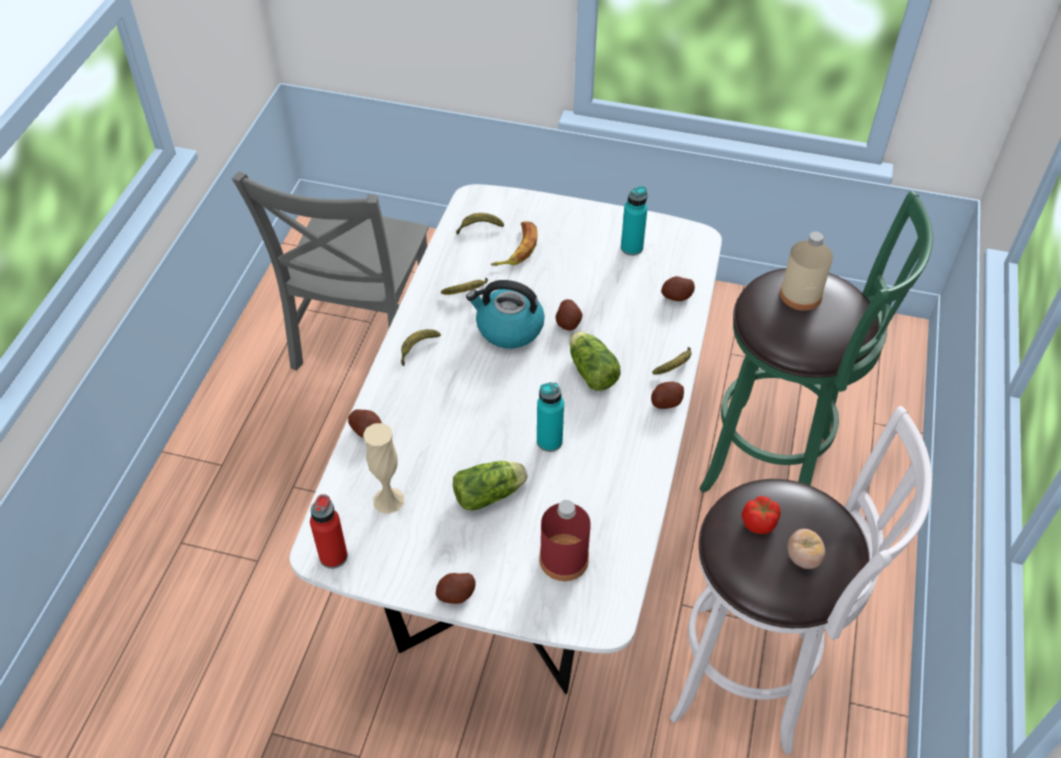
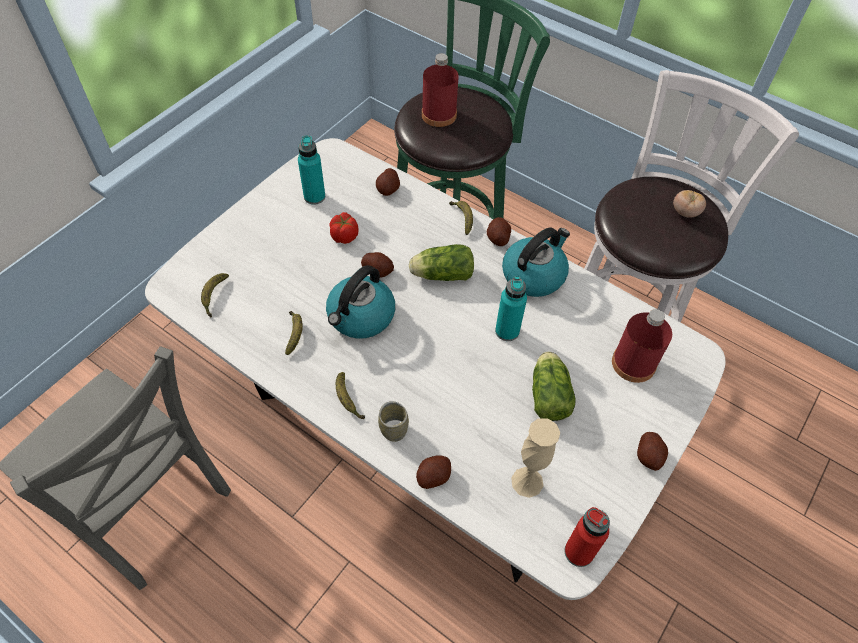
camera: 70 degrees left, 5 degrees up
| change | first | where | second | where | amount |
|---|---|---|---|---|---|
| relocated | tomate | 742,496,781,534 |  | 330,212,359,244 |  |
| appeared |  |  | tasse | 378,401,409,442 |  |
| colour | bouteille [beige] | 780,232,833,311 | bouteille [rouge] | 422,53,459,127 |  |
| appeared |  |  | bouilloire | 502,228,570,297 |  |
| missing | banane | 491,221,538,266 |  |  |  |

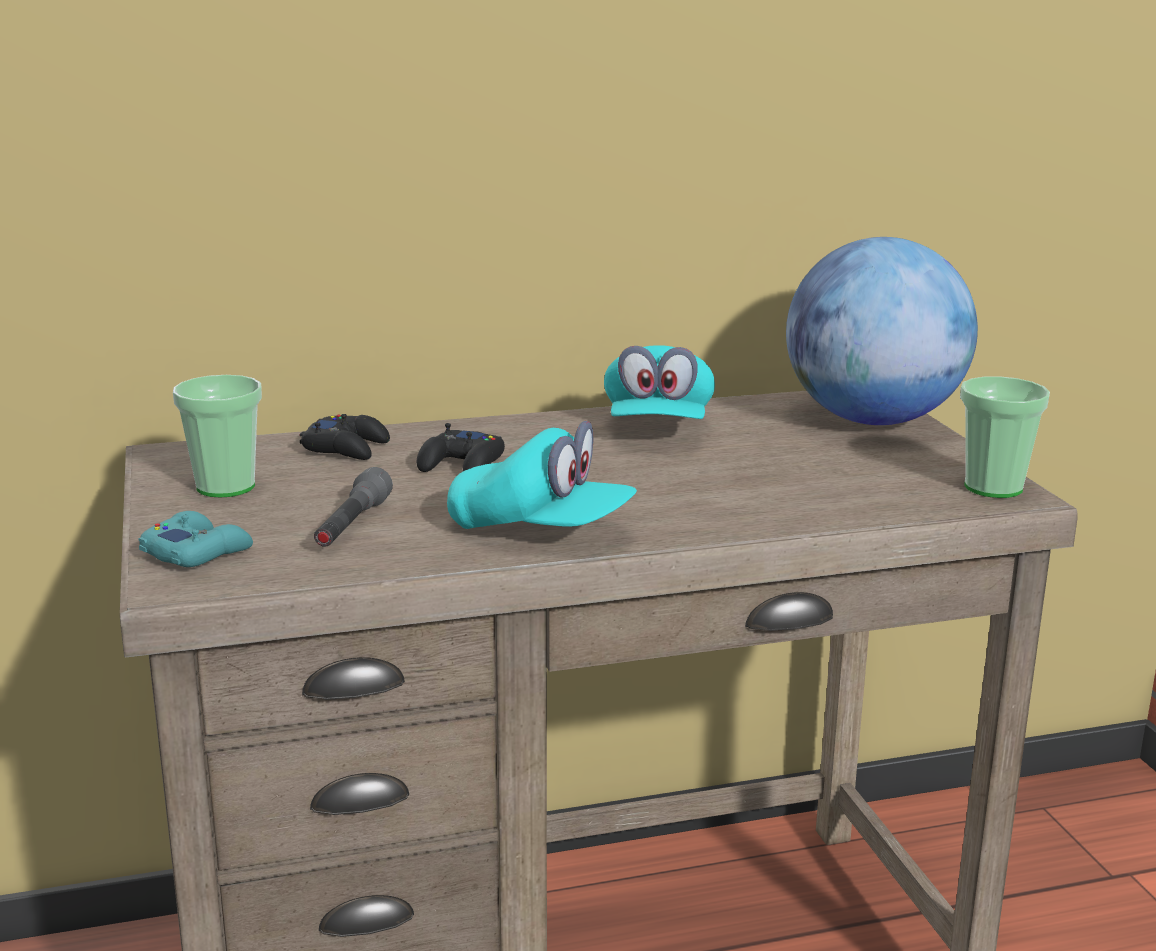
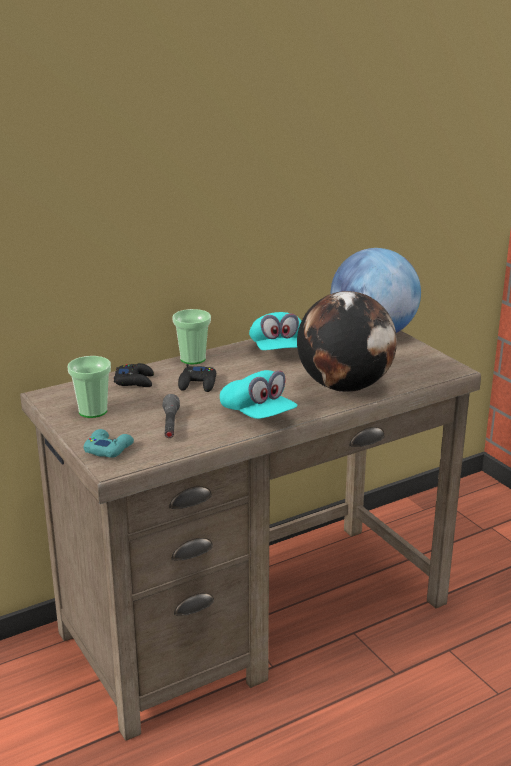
camera: 15 degrees left, 5 degrees up
| change | first | where | second | where | amount |
|---|---|---|---|---|---|
| relocated | tasse | 960,377,1050,498 |  | 172,309,211,364 |  |
| spun | casquette [turquoise] | 447,421,637,529 |  | 220,370,297,419 | 45 degrees clockwise |
| appeared |  |  | globe | 297,291,397,392 |  |

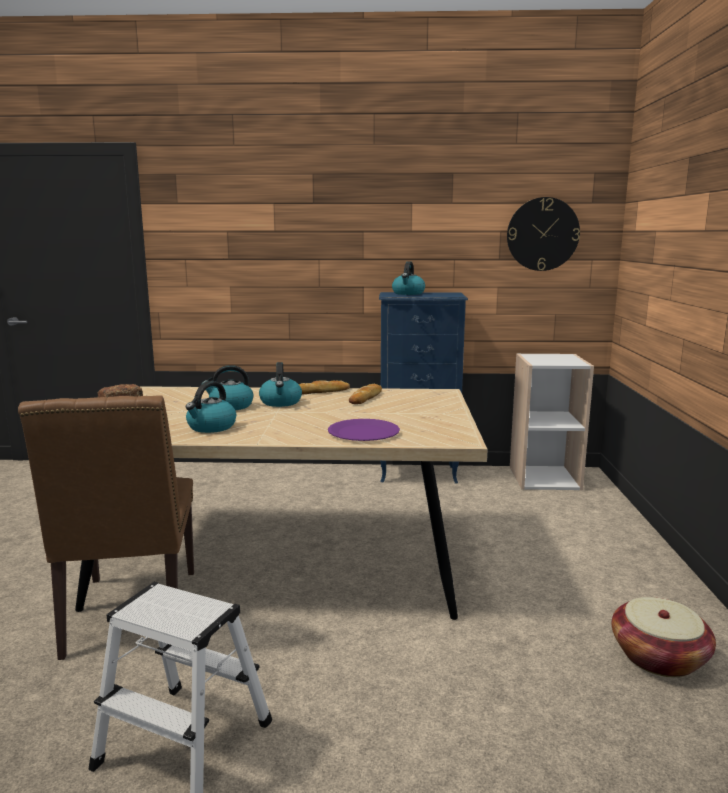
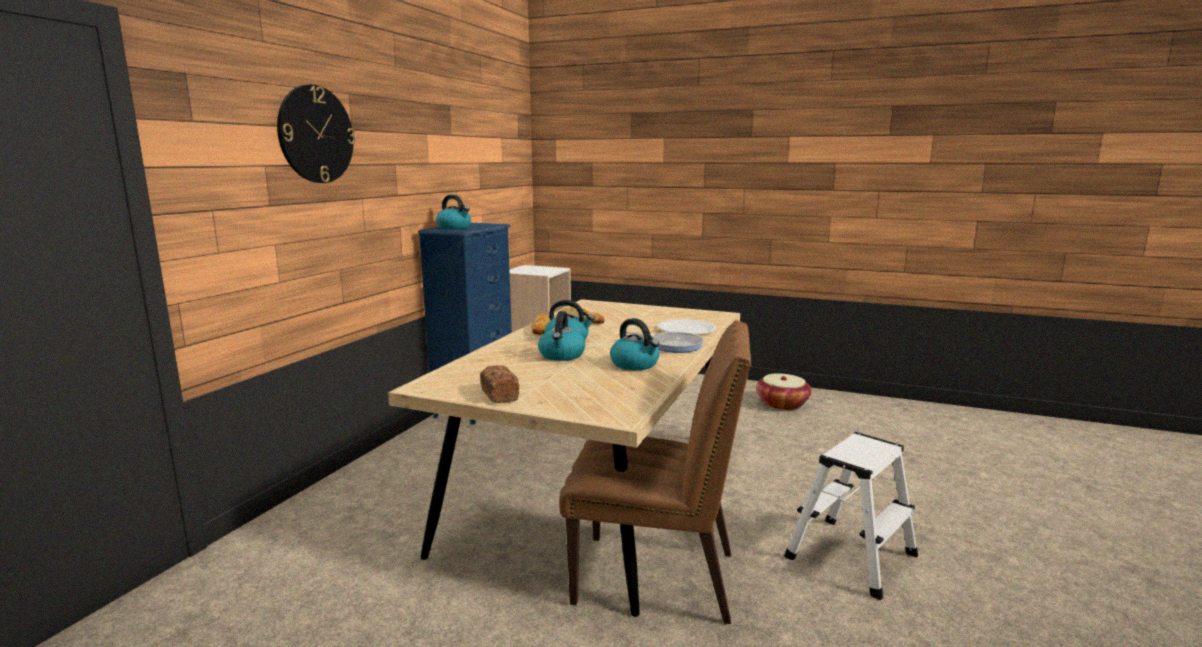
camera: 70 degrees left, 0 degrees up
| change | first | where | second | where | amount |
|---|---|---|---|---|---|
| relocated | horloge murale | 507,197,580,271 |  | 277,85,355,183 |  |
| appeared |  |  | poêle | 626,331,704,353 |  |
| colour | assiette [violet] | 328,419,400,441 | assiette [blanc] | 658,319,716,335 |  |

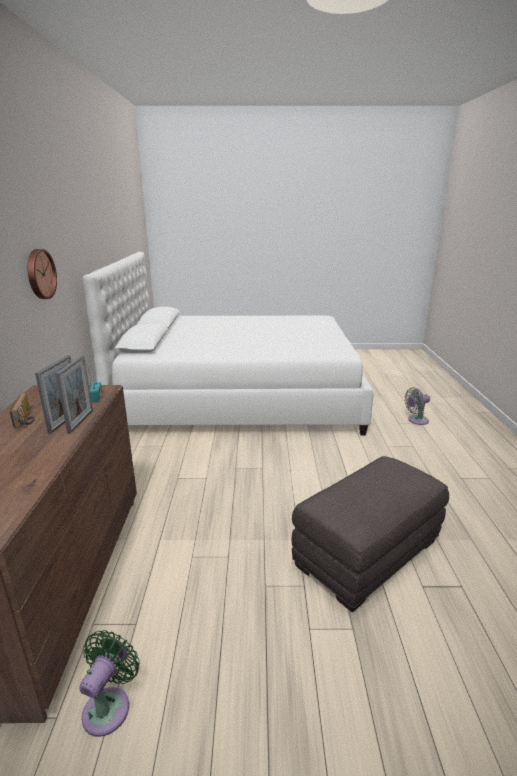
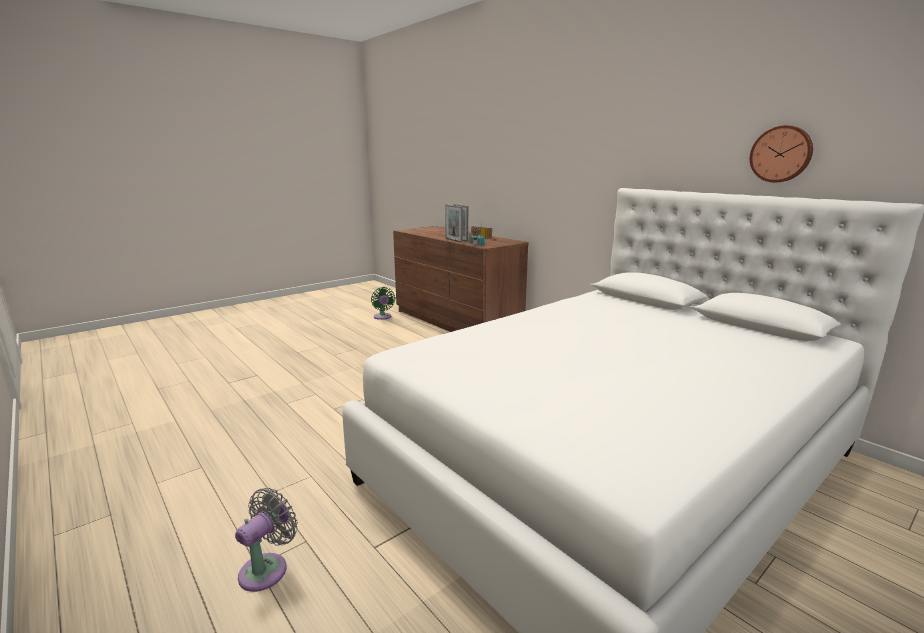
camera: 140 degrees right, 5 degrees down
| change | first | where | second | where | amount |
|---|---|---|---|---|---|
| relocated | horloge murale | 28,249,57,299 |  | 750,125,813,182 |  |
| missing | pouf [gris] | 291,456,449,612 |  |  |  |

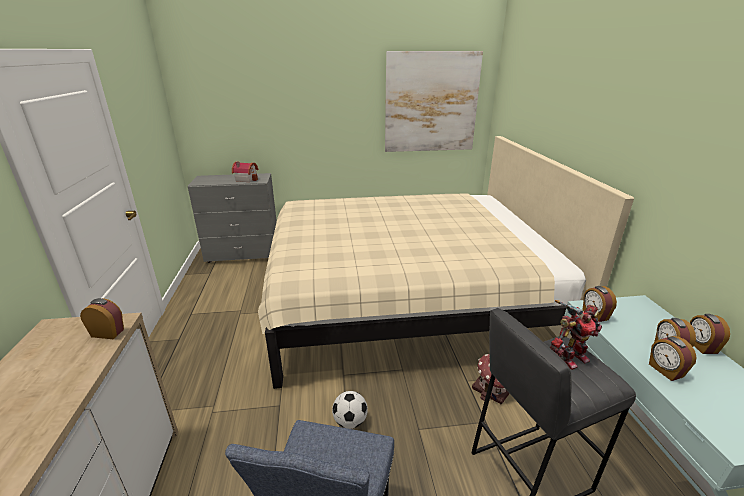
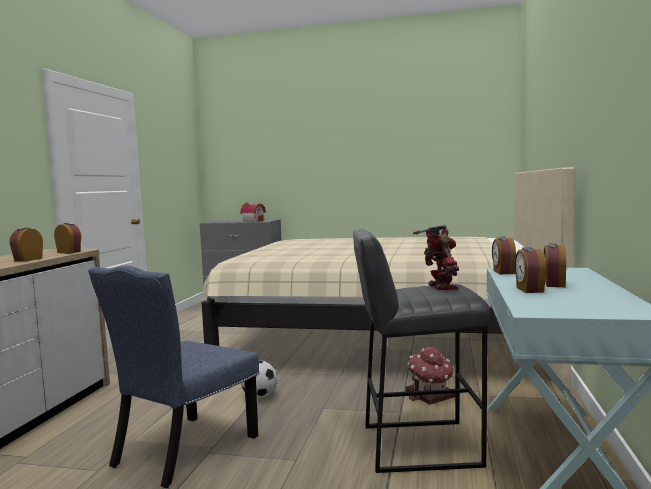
camera: 20 degrees right, 20 degrees down
| change | first | where | second | where | amount |
|---|---|---|---|---|---|
| relocated | réveil | 690,314,730,354 |  | 9,227,43,262 |  |
| spun | robot jouet | 550,300,602,370 |  | 413,224,459,290 | 90 degrees counterclockwise |
| missing | tableau | 385,51,483,152 |  |  |  |

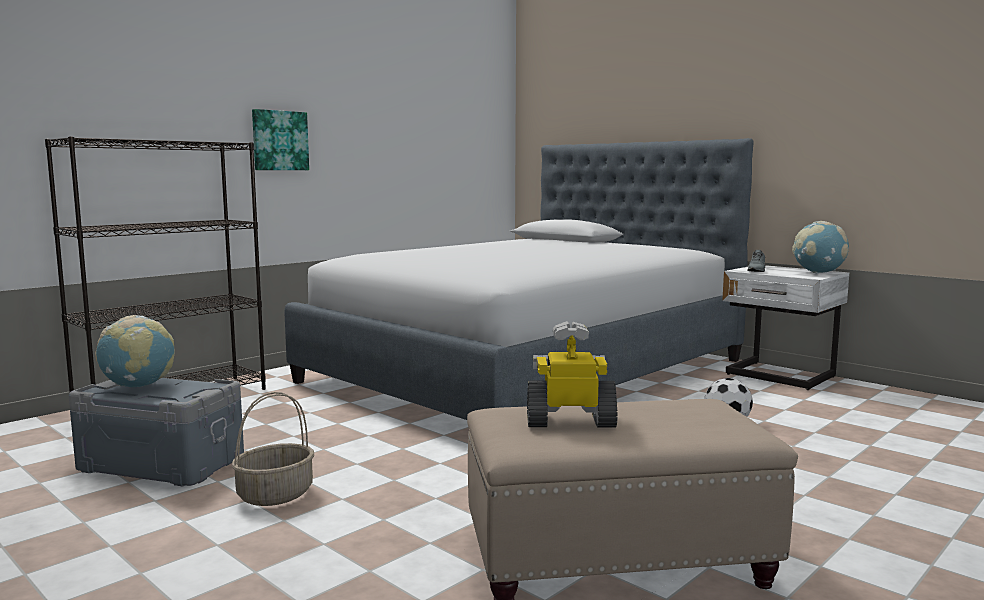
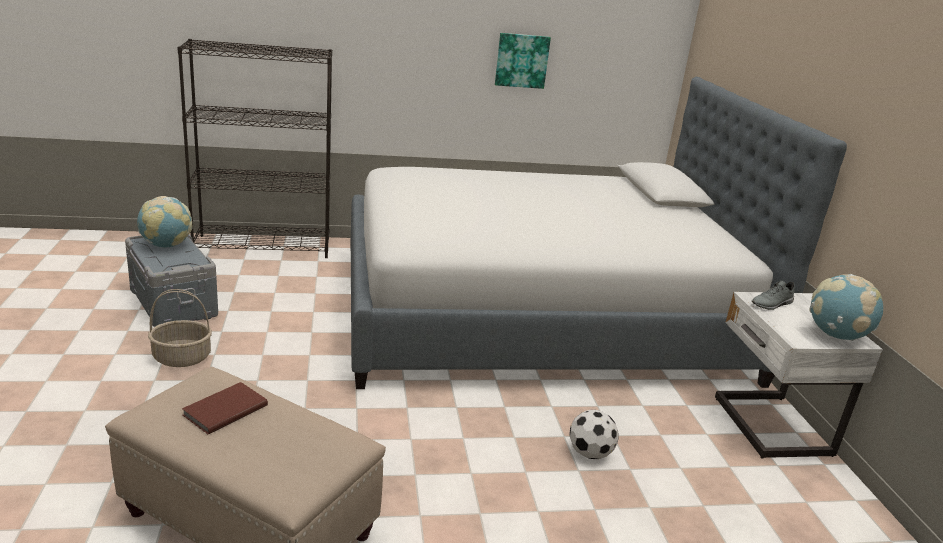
camera: 35 degrees right, 15 degrees up
| change | first | where | second | where | amount |
|---|---|---|---|---|---|
| exchanged | robot jouet | 527,321,618,428 | livre [marron] | 182,382,268,435 |  |
| relocated | tableau | 252,109,309,170 |  | 495,33,551,89 |  |

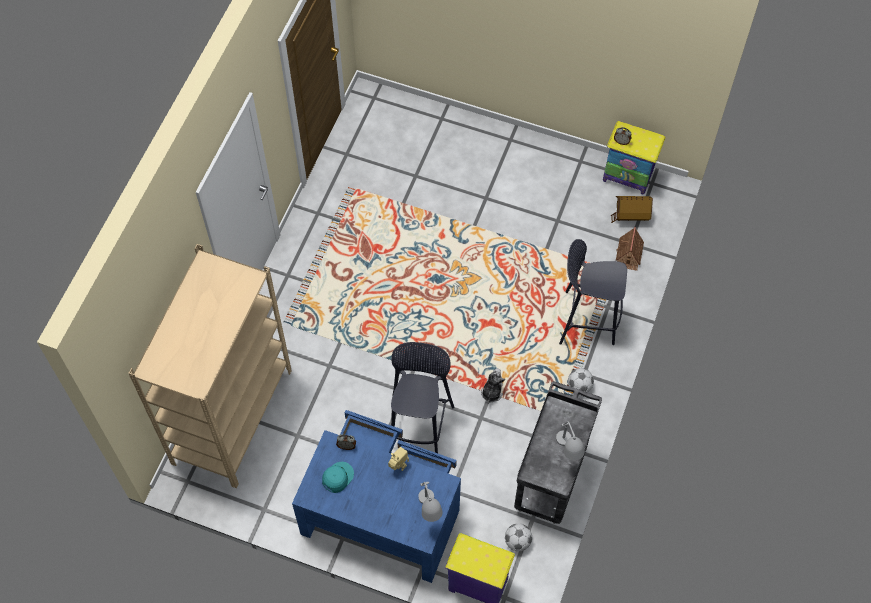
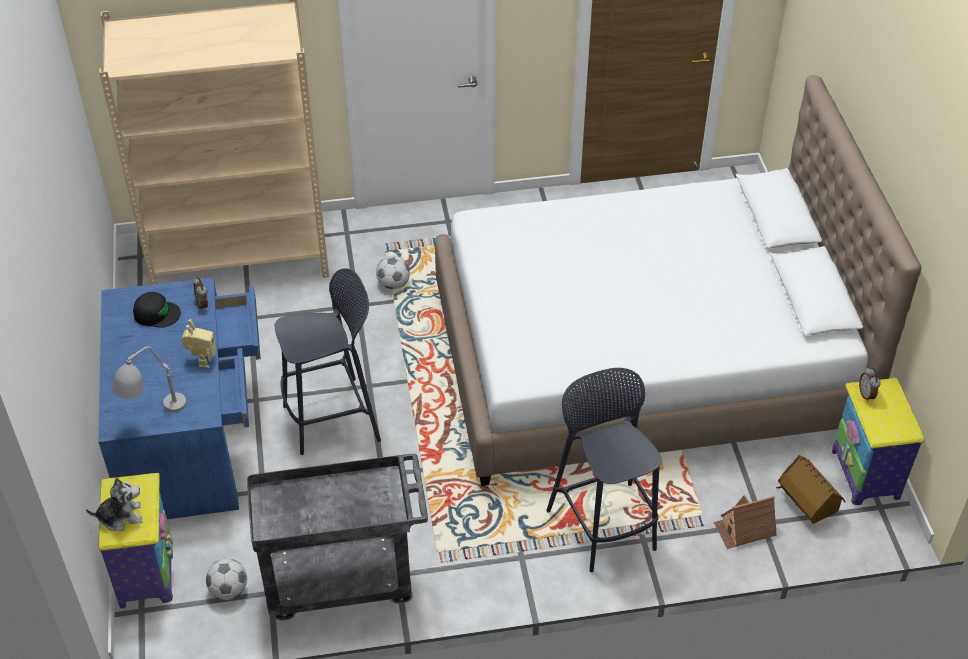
camera: 60 degrees right, 15 degrees down
| change | first | where | second | where | amount |
|---|---|---|---|---|---|
| relocated | peluche | 481,368,505,404 |  | 86,478,143,531 |  |
| colour | casquette [turquoise] | 322,462,354,493 | casquette [noir] | 133,292,181,328 |  |
| relocated | ballon de foot | 568,368,594,392 |  | 376,255,410,289 |  |
| appeared |  |  | lit [blanc] | 435,75,922,486 |  |
| missing | lampe de table [gris] | 556,421,585,460 |  |  |  |

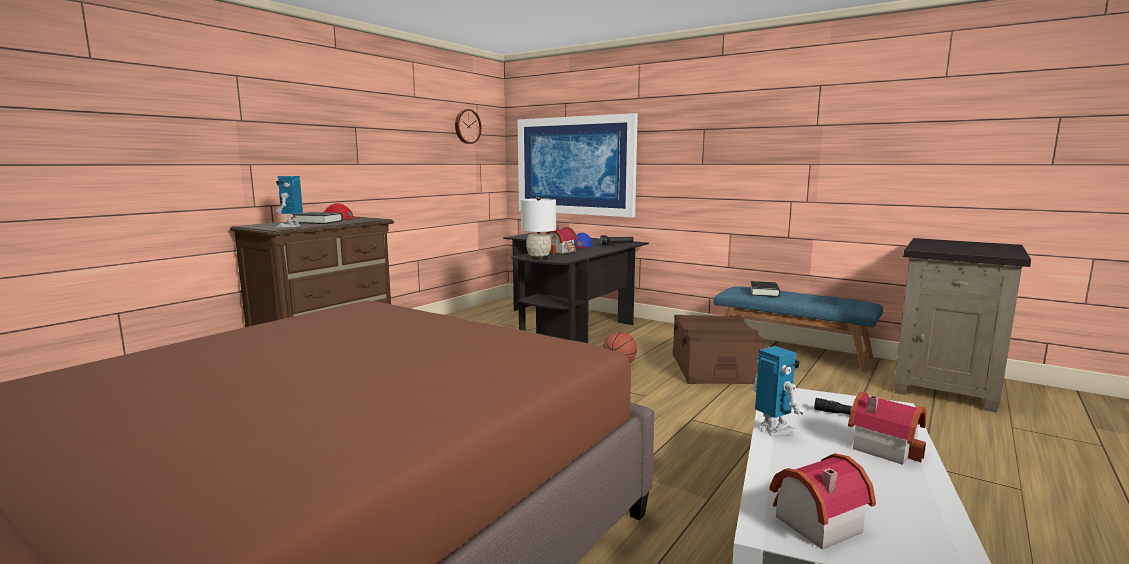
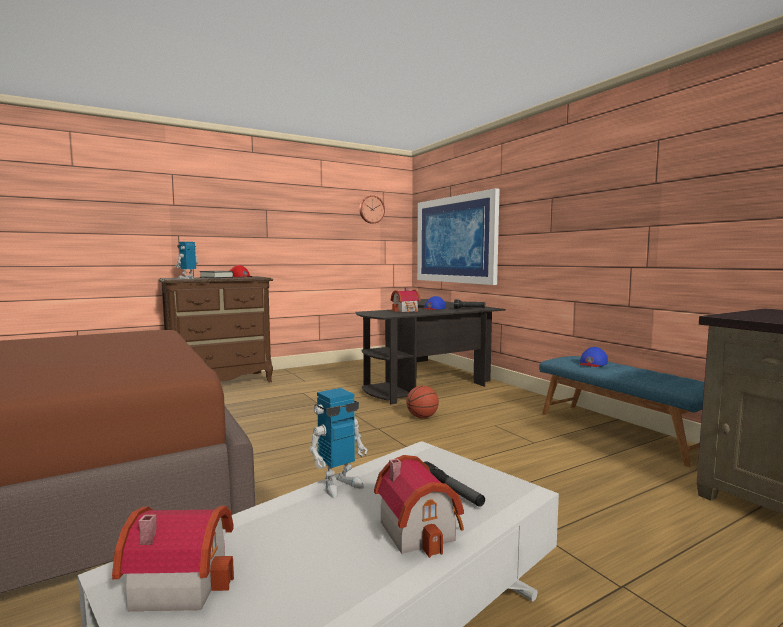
camera: 25 degrees right, 5 degrees down
| change | first | where | second | where | amount |
|---|---|---|---|---|---|
| spun | robot jouet | 752,346,804,436 |  | 309,388,367,498 | 60 degrees clockwise |
| exchanged | livre [noir] | 750,281,780,297 | casquette [bleu] | 580,347,608,367 |  |
| missing | lampe de table [blanc] | 521,196,556,260 |  |  |  |
| missing | boîte de rangement [marron] | 673,315,764,384 |  |  |  |

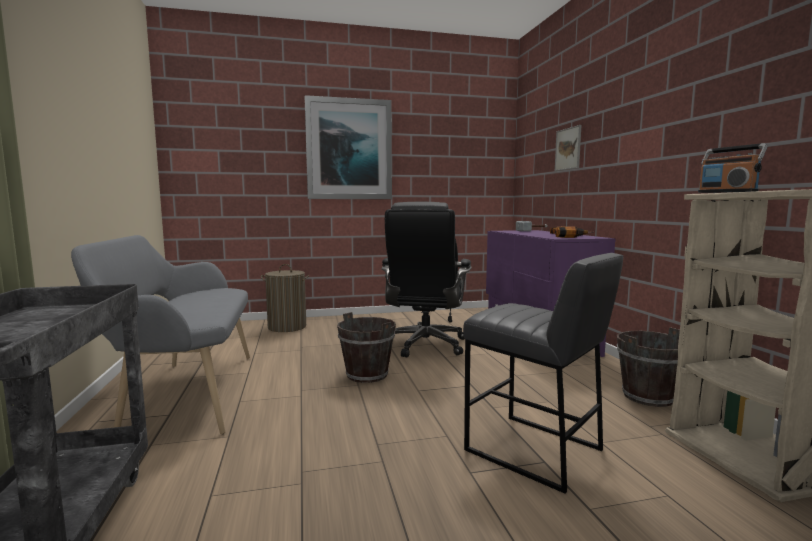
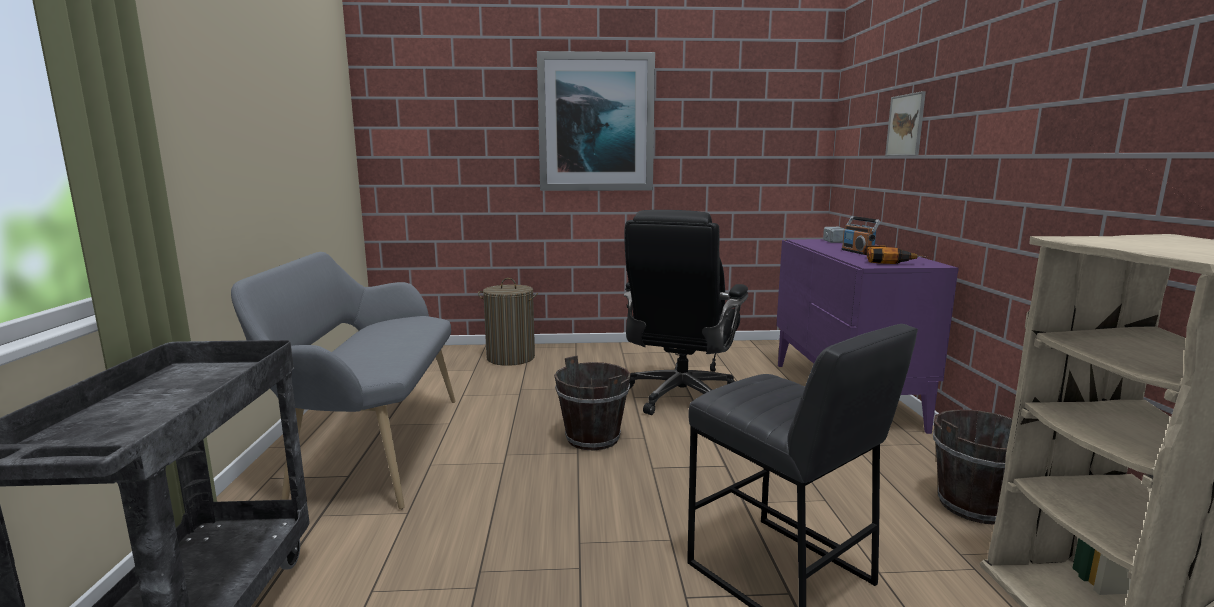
camera: 10 degrees right, 5 degrees up
| change | first | where | second | where | amount |
|---|---|---|---|---|---|
| relocated | radio | 698,143,767,193 |  | 841,216,881,255 |  |

